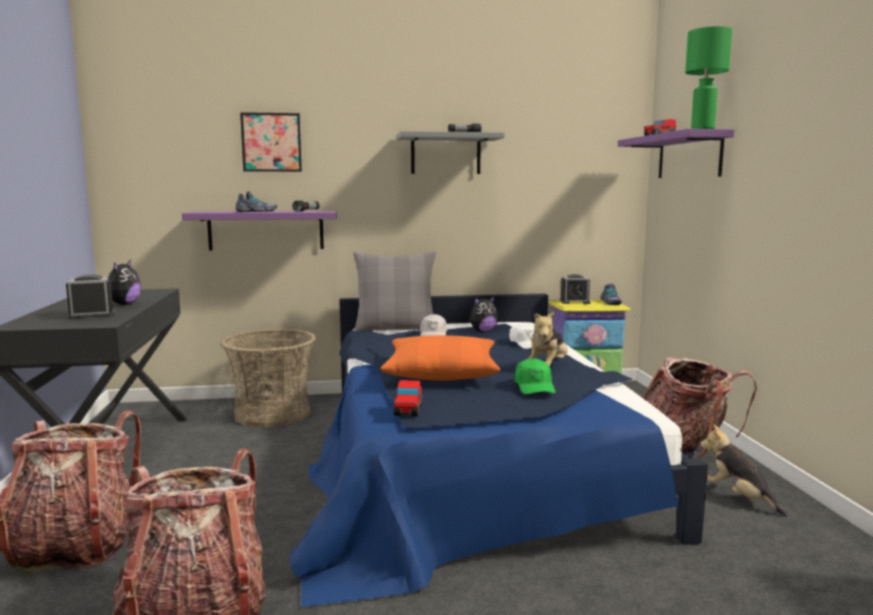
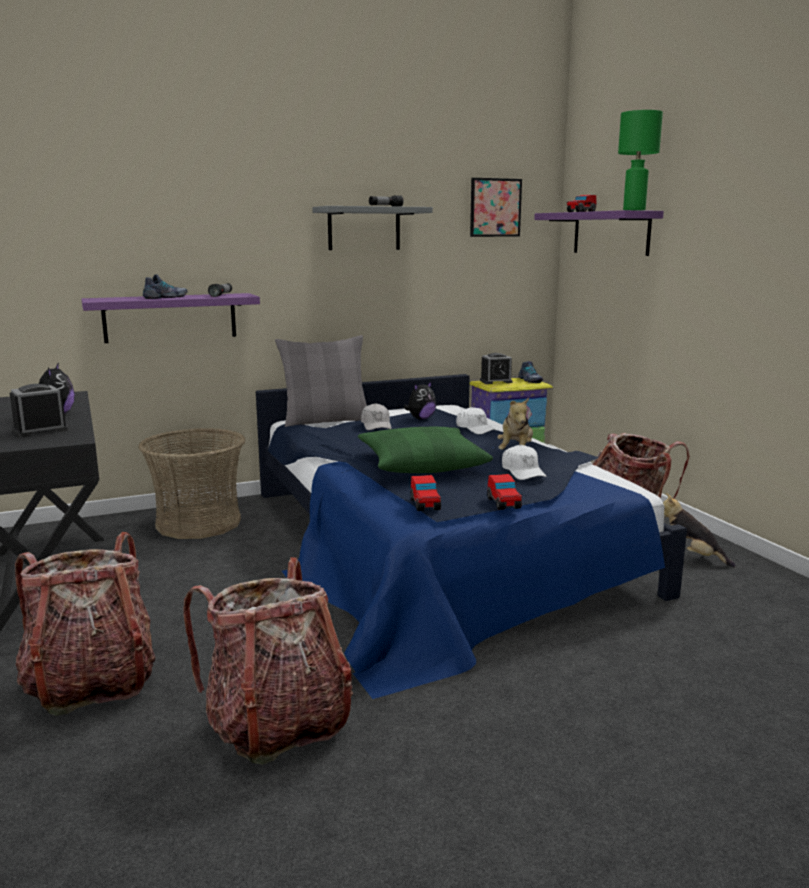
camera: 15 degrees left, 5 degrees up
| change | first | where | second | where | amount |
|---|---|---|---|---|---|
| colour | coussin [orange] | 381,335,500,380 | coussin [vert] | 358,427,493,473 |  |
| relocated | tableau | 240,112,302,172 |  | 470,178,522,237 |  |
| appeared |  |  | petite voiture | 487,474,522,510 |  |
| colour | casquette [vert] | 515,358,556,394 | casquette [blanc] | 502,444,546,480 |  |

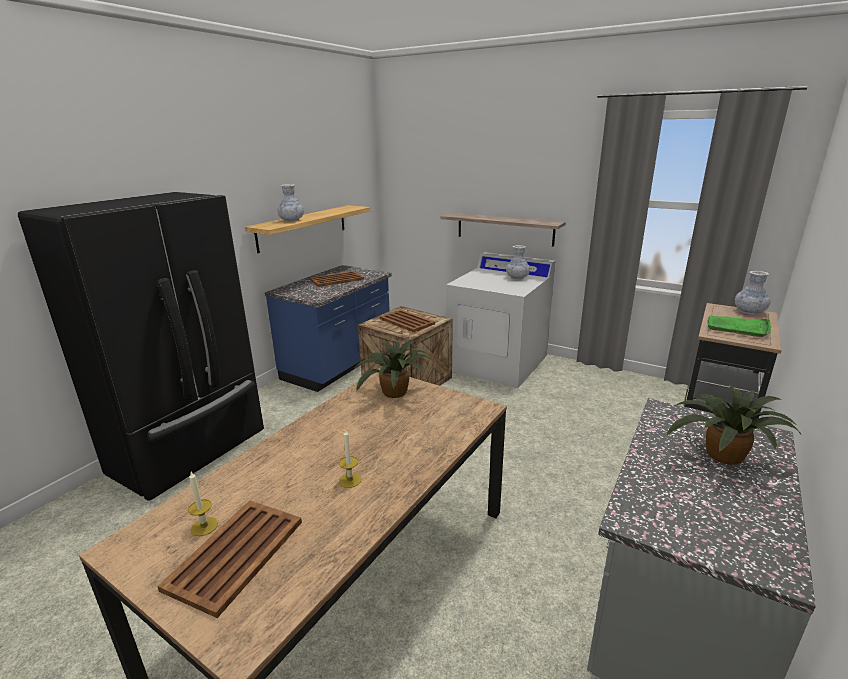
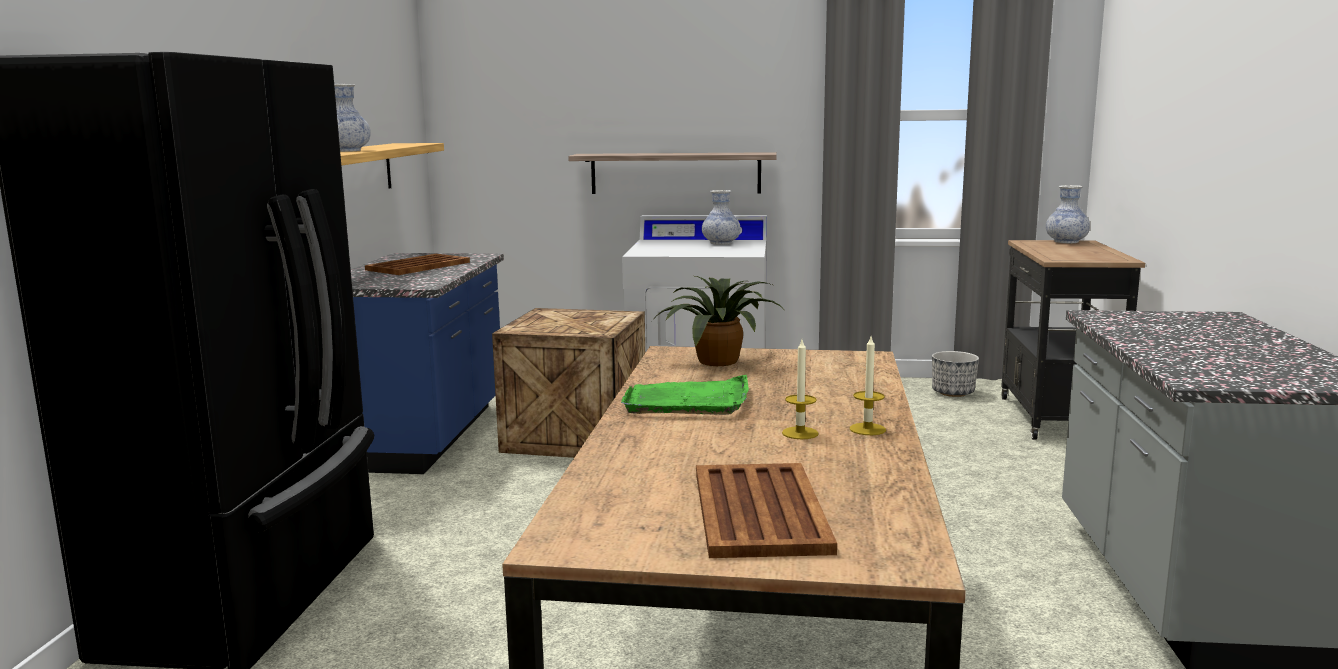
camera: 25 degrees left, 10 degrees down
| change | first | where | second | where | amount |
|---|---|---|---|---|---|
| relocated | plateau [vert] | 707,316,771,337 |  | 621,375,749,415 |  |
| relocated | bougie | 188,472,218,536 |  | 850,337,886,435 |  |
| appeared |  |  | cache-pot | 932,351,979,397 |  |
| missing | plateau [marron] | 380,310,435,332 |  |  |  |
| missing | plante en pot | 666,384,802,465 |  |  |  |

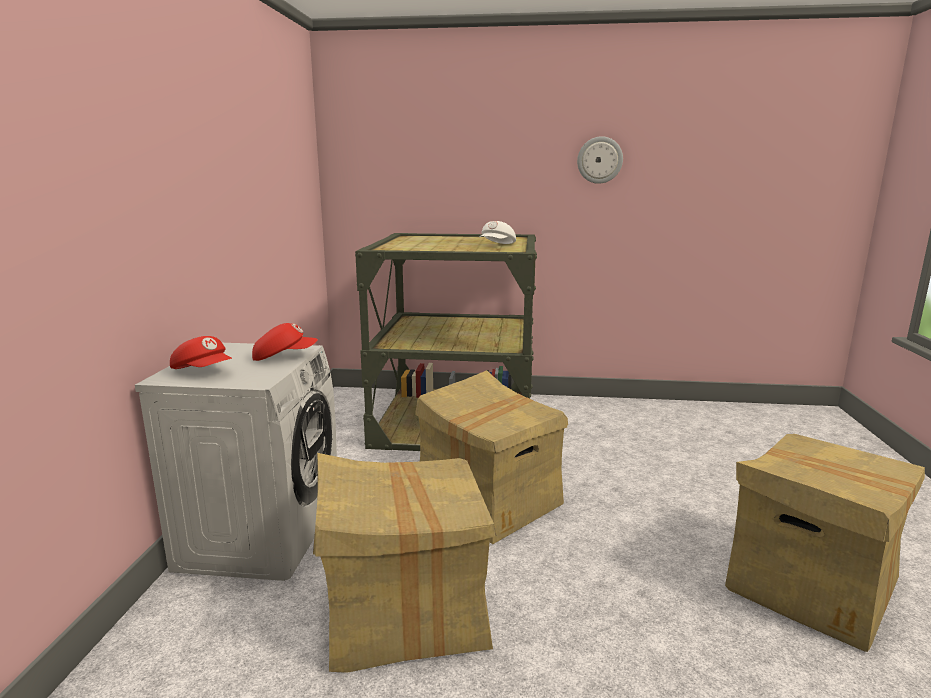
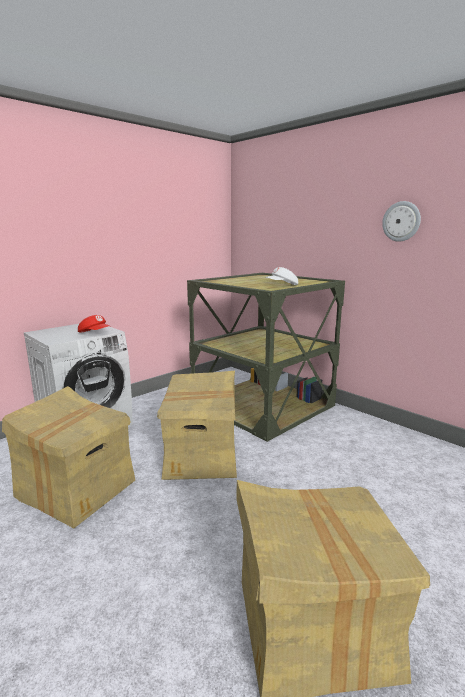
camera: 40 degrees right, 0 degrees up
| change | first | where | second | where | amount |
|---|---|---|---|---|---|
| missing | casquette [rouge] | 170,336,232,369 |  |  |  |

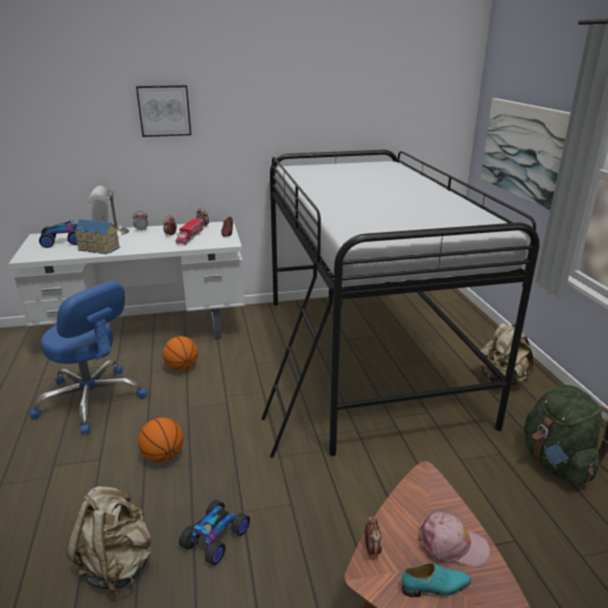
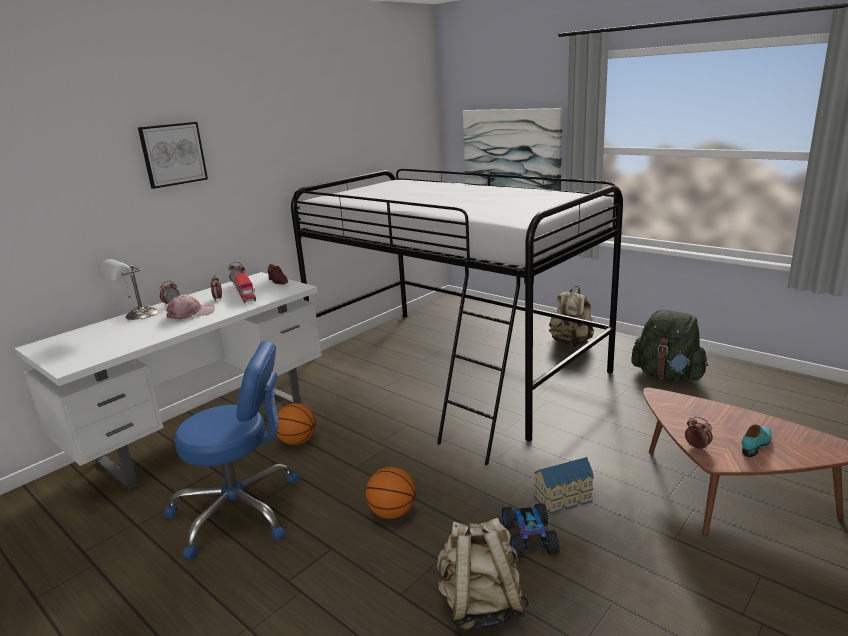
camera: 35 degrees left, 5 degrees down
| change | first | where | second | where | amount |
|---|---|---|---|---|---|
| relocated | casquette [rose] | 418,512,490,567 |  | 166,294,215,319 |  |
| relocated | maison miniature | 74,219,120,254 |  | 534,457,594,514 |  |
| missing | petite voiture | 39,220,78,248 |  |  |  |

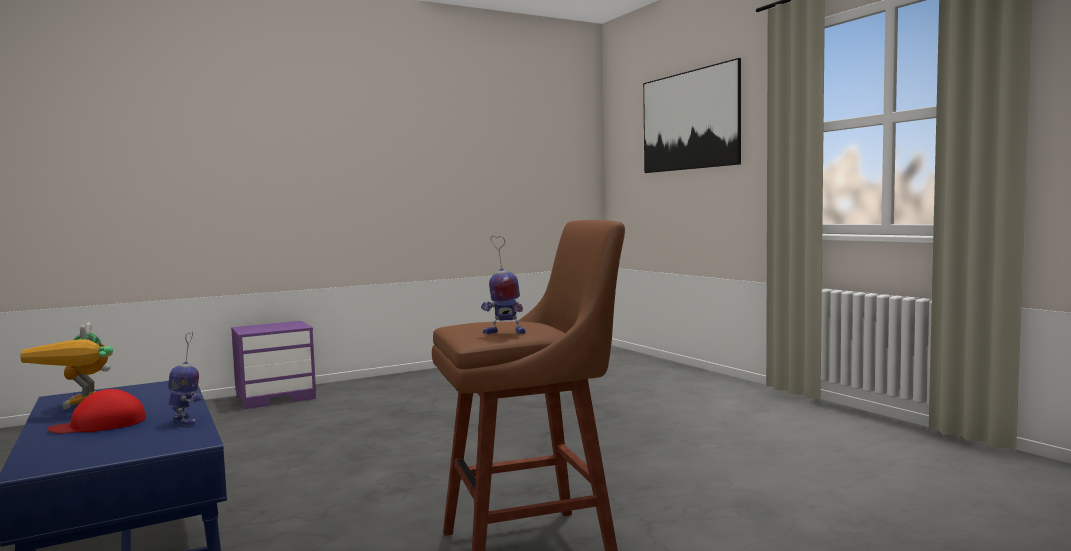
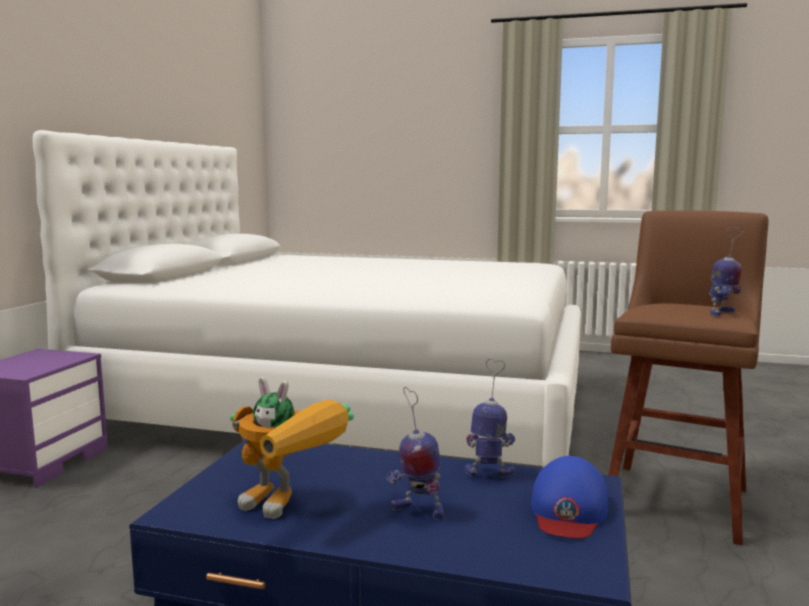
camera: 45 degrees left, 5 degrees up
| change | first | where | second | where | amount |
|---|---|---|---|---|---|
| appeared |  |  | lit [blanc] | 32,130,581,467 |  |
| exchanged | casquette [rouge] | 47,389,146,434 | robot jouet | 386,387,444,520 |  |
| appeared |  |  | casquette [bleu] | 531,456,608,538 |  |
| missing | tableau | 643,58,741,173 |  |  |  |

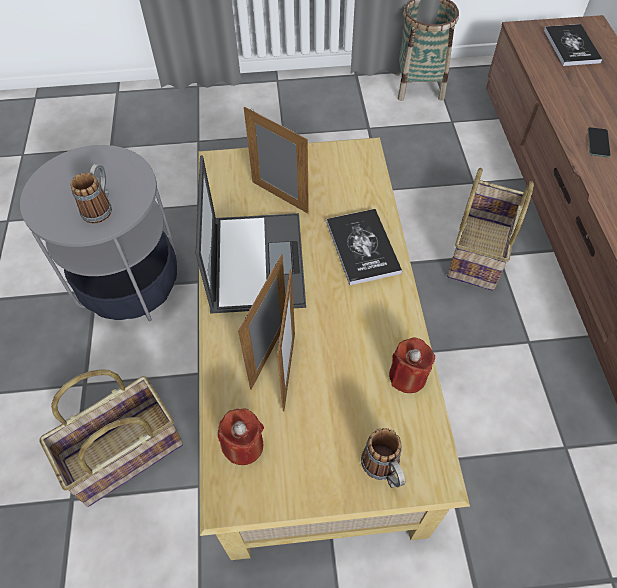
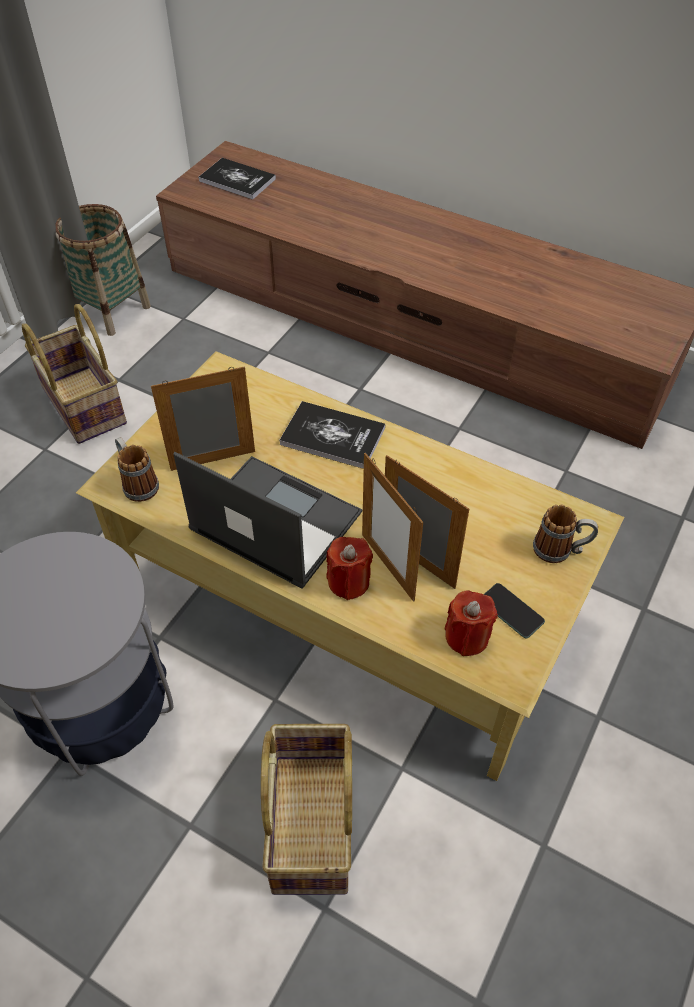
camera: 55 degrees left, 5 degrees down
| change | first | where | second | where | amount |
|---|---|---|---|---|---|
| relocated | panier | 447,168,534,291 |  | 22,304,127,444 |  |
| relocated | mug | 70,164,112,223 |  | 115,437,159,502 |  |
| relocated | bougie [rouge] | 389,337,435,393 |  | 326,537,373,600 |  |
| relocated | téléphone | 588,127,611,157 |  | 483,583,545,638 |  |

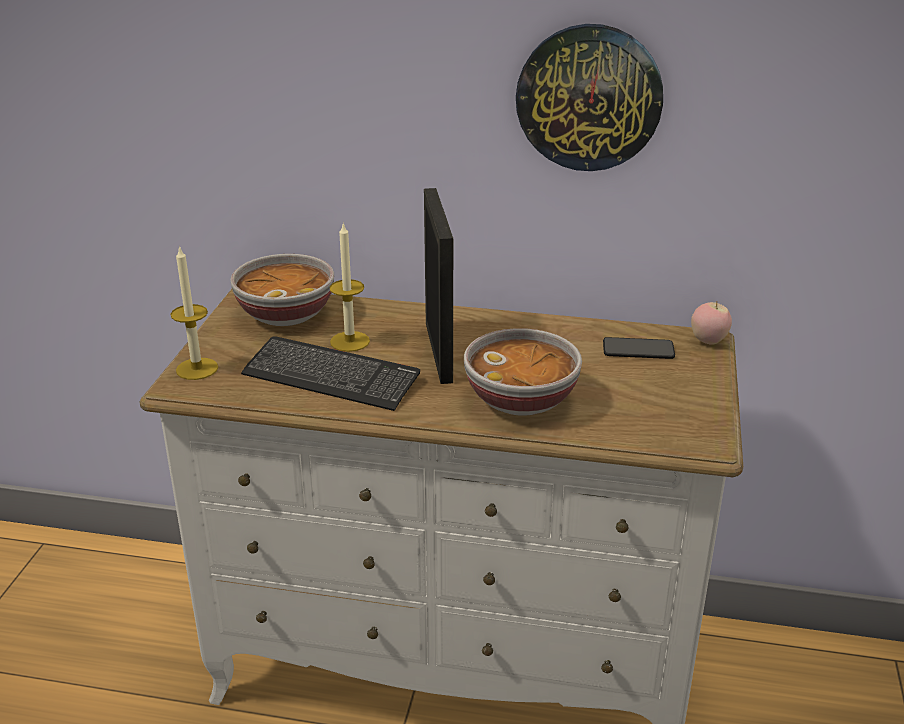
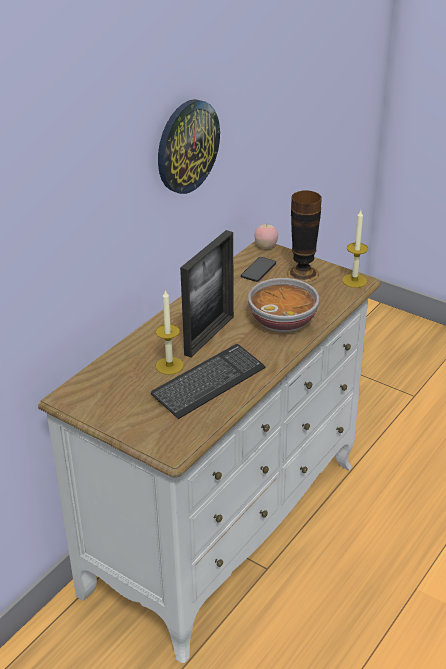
camera: 65 degrees left, 5 degrees up
| change | first | where | second | where | amount |
|---|---|---|---|---|---|
| spun | cadre photo | 424,188,453,384 |  | 180,230,234,357 | 105 degrees clockwise |
| appeared |  |  | vase | 287,190,322,282 |  |
| relocated | bougie | 170,245,218,380 |  | 342,210,368,288 |  |
| missing | bol | 230,254,334,326 |  |  |  |

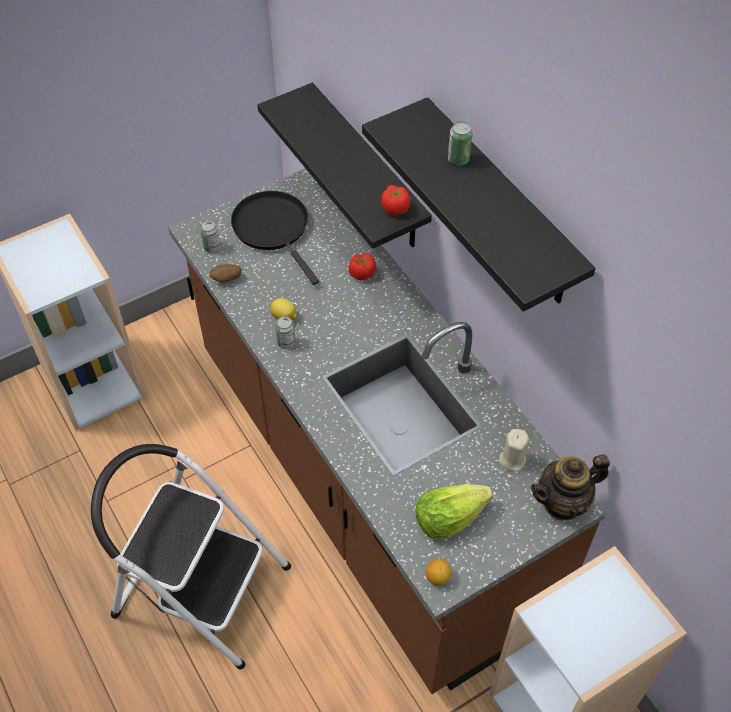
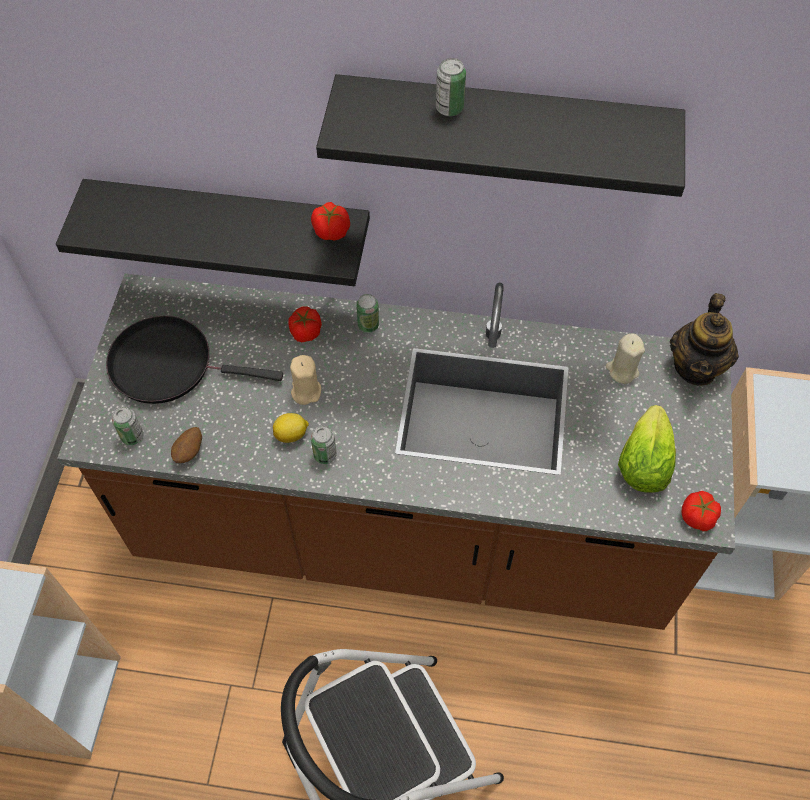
camera: 50 degrees left, 5 degrees up
| change | first | where | second | where | amount |
|---|---|---|---|---|---|
| appeared |  |  | bougie [beige] | 290,355,321,405 |  |
| appeared |  |  | boîte métallique | 356,294,379,333 |  |
| exchanged | citron | 426,559,452,586 | tomate | 681,491,721,531 |  |

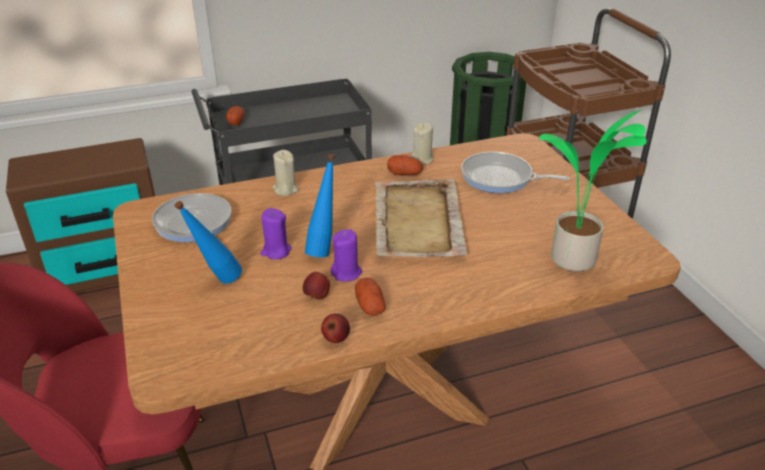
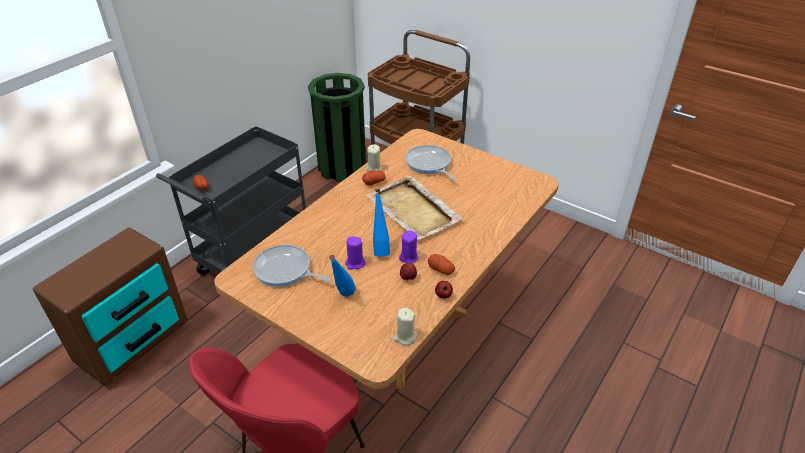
camera: 35 degrees left, 5 degrees up
| change | first | where | second | where | amount |
|---|---|---|---|---|---|
| relocated | bougie [beige] | 272,150,299,196 |  | 394,308,417,345 |  |
| spun | poêle | 461,152,570,193 |  | 405,145,456,180 | 75 degrees clockwise |
| missing | plante en pot | 539,110,646,271 |  |  |  |

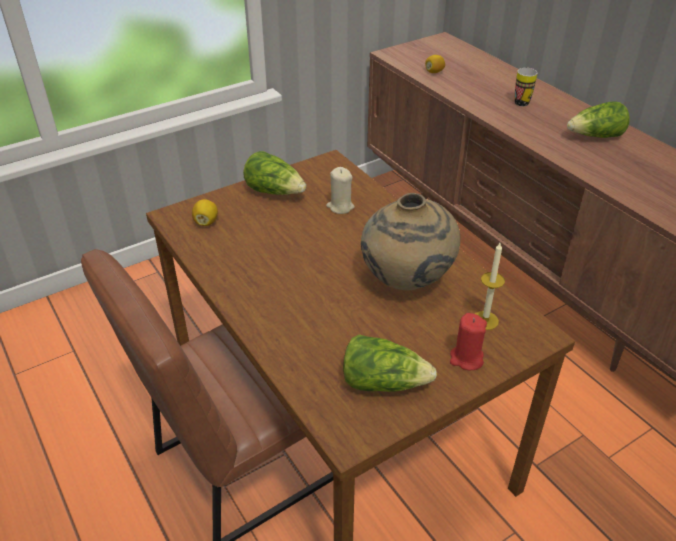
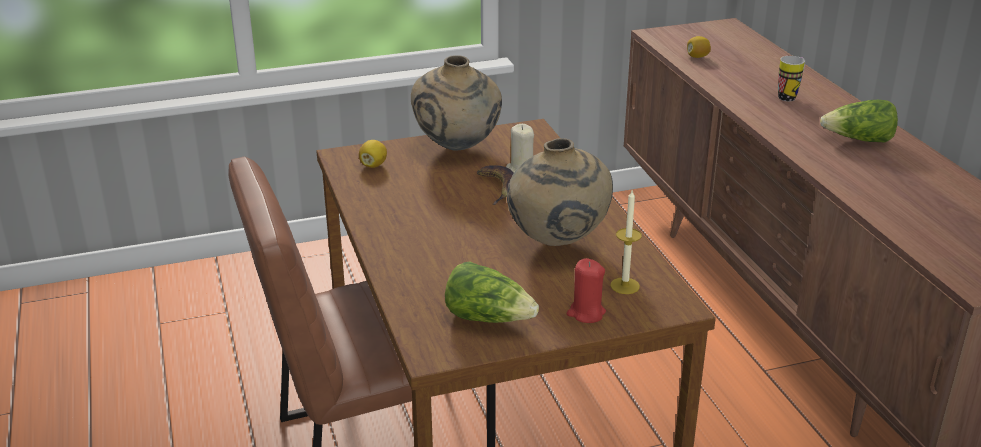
camera: 15 degrees right, 10 degrees down
| change | first | where | second | where | amount |
|---|---|---|---|---|---|
| exchanged | laitue | 243,151,306,195 | vase [beige] | 411,55,502,151 |  |
| appeared |  |  | banane | 477,165,514,205 |  |

